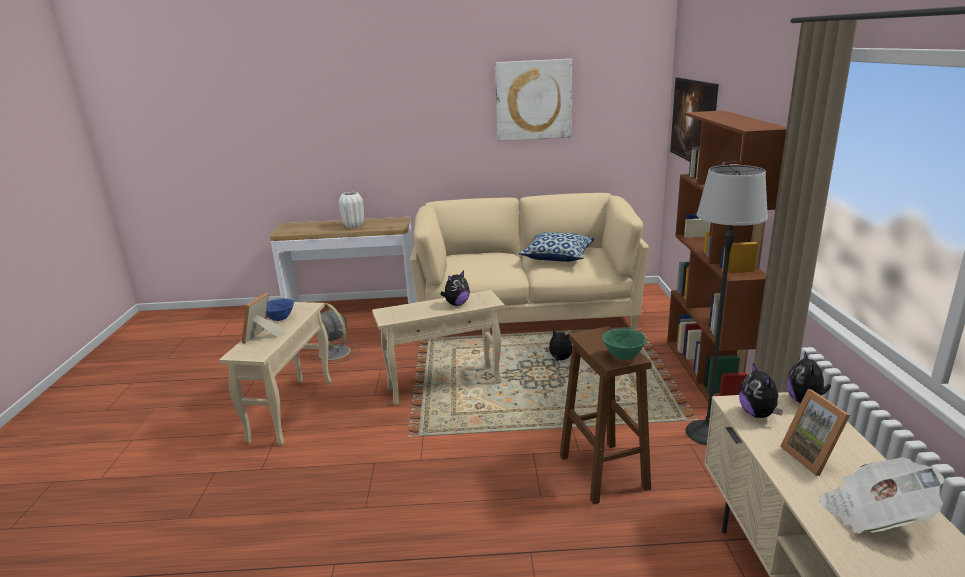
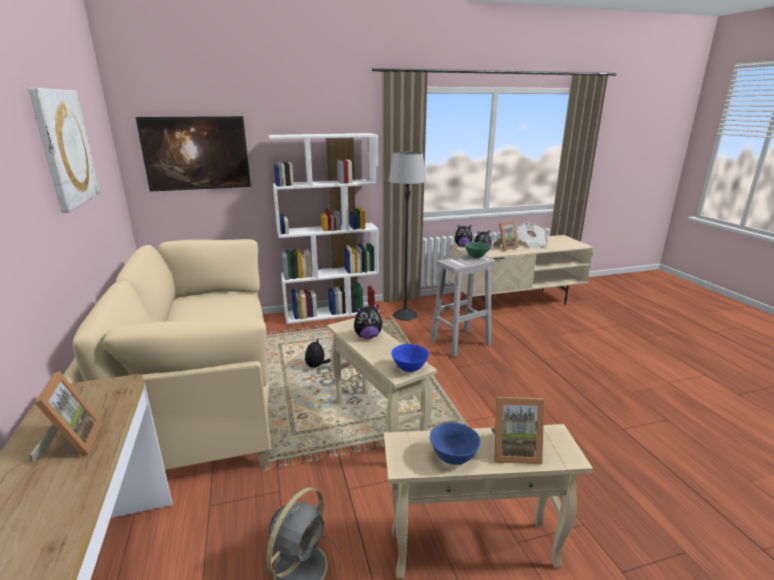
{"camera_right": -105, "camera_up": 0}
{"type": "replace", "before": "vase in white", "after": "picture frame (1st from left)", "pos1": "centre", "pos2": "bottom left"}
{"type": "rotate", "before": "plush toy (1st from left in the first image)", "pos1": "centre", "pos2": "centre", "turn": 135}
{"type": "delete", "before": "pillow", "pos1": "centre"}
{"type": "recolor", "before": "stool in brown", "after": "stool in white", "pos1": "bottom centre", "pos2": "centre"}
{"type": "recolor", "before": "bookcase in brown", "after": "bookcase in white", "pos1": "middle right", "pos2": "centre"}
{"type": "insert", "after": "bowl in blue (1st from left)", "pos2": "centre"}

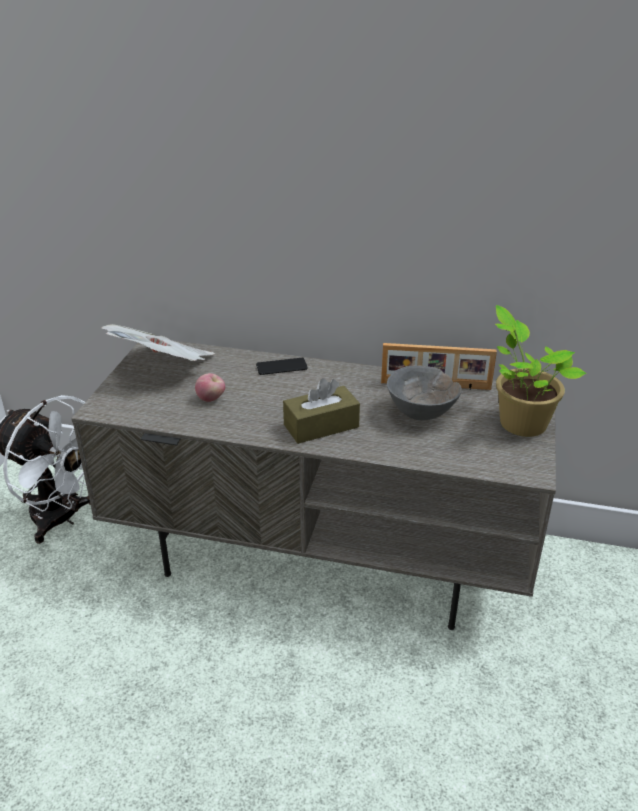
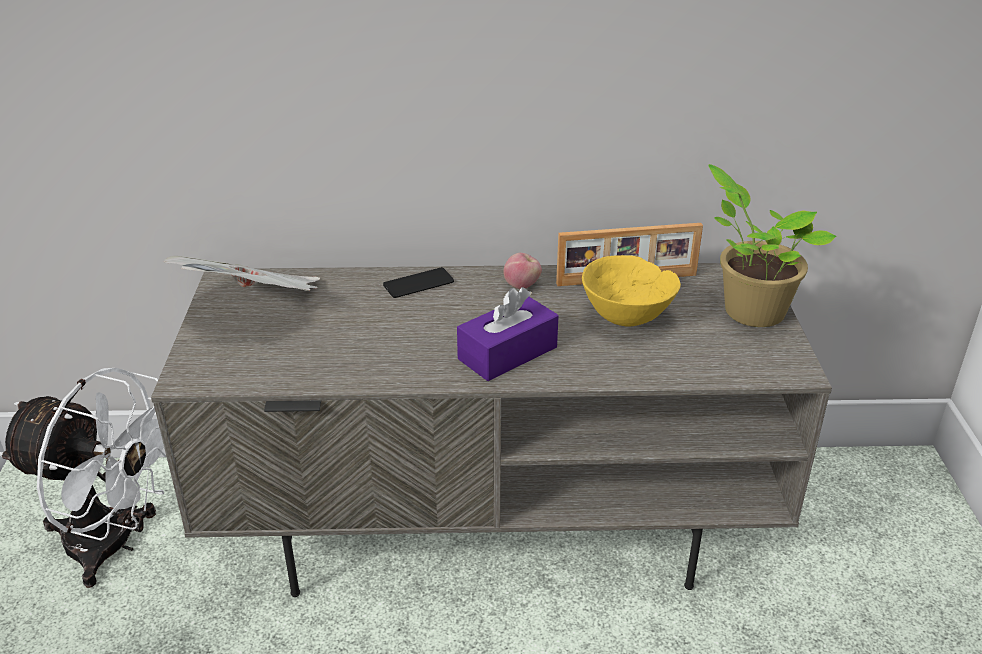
{"camera_right": -15, "camera_up": 0}
{"type": "move", "before": "apple", "pos1": "middle left", "pos2": "centre"}
{"type": "recolor", "before": "tissue box in brown", "after": "tissue box in purple", "pos1": "centre", "pos2": "centre"}
{"type": "recolor", "before": "bowl in grey", "after": "bowl in yellow", "pos1": "centre", "pos2": "centre"}

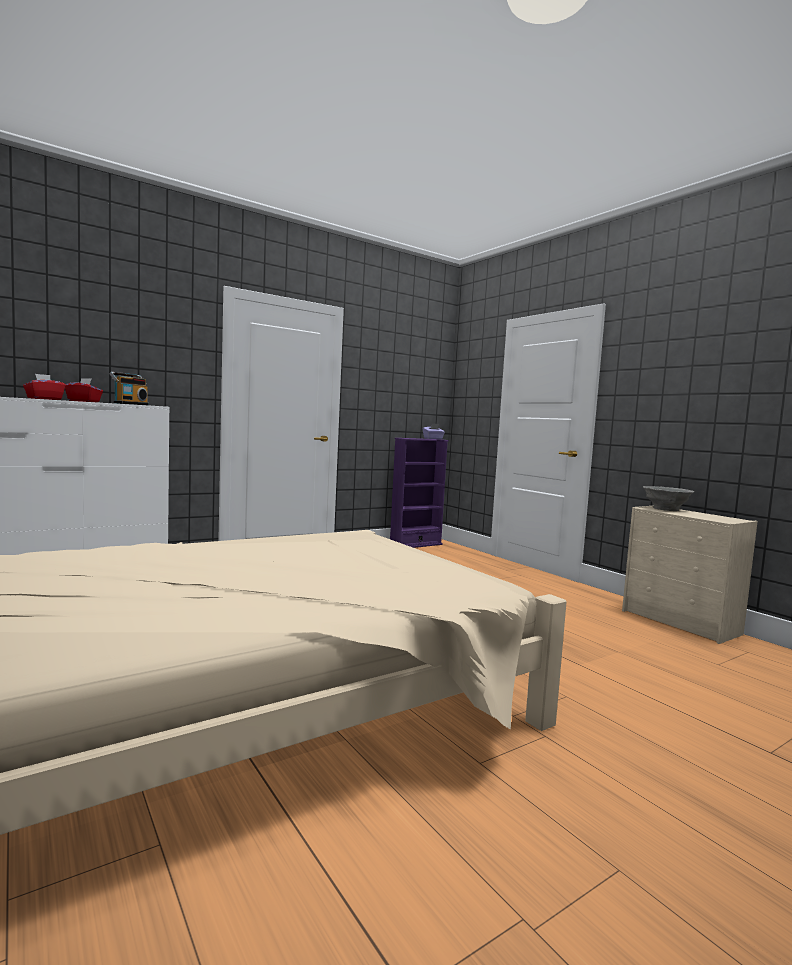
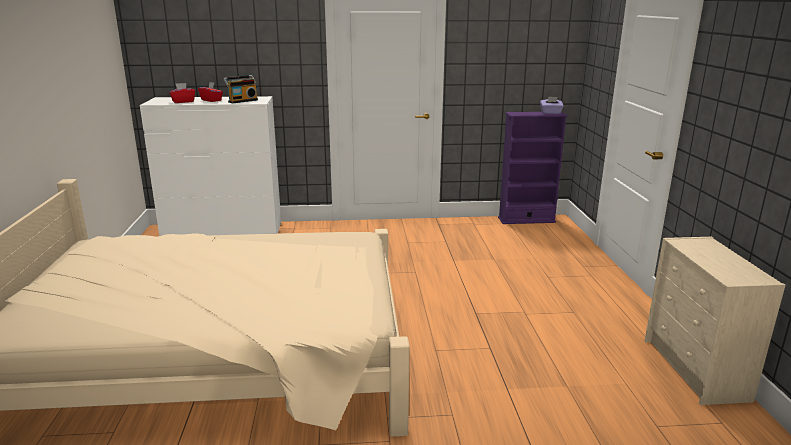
{"camera_right": 30, "camera_up": 15}
{"type": "delete", "before": "bowl in grey", "pos1": "middle right"}

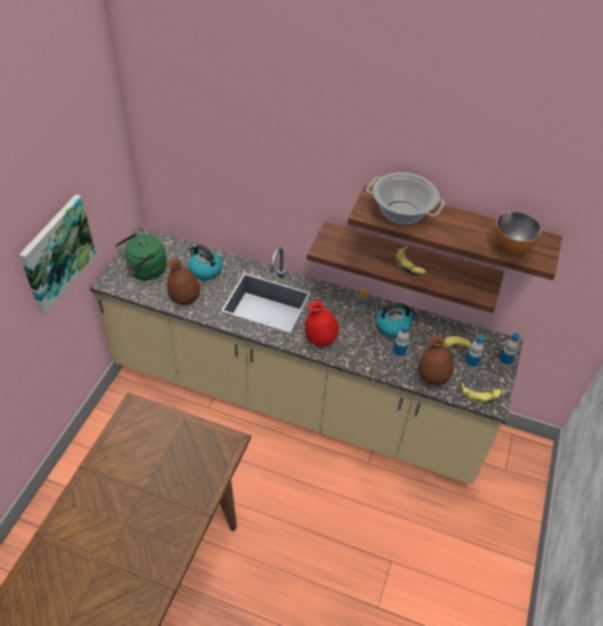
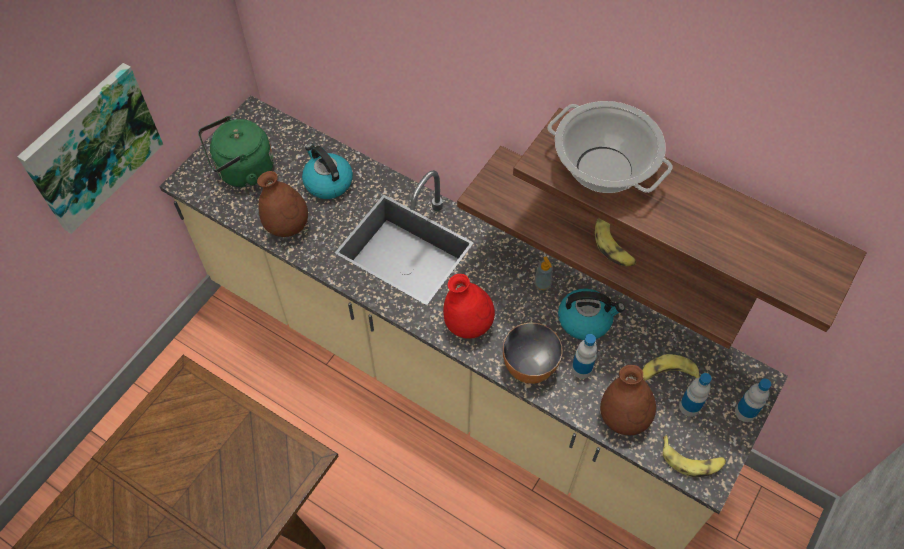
{"camera_right": 15, "camera_up": 10}
{"type": "move", "before": "bowl", "pos1": "middle right", "pos2": "centre"}

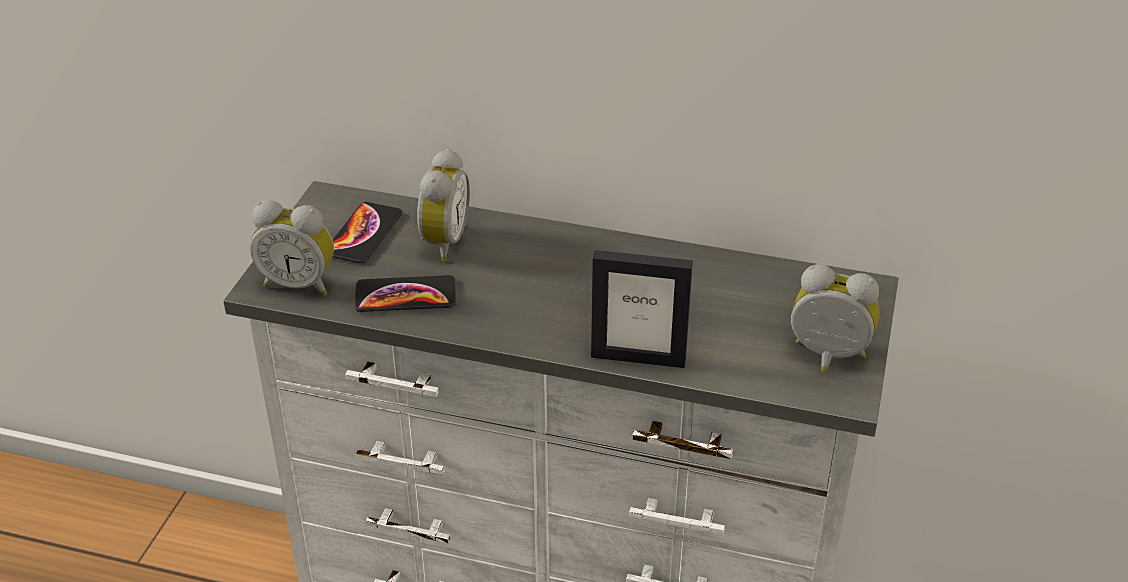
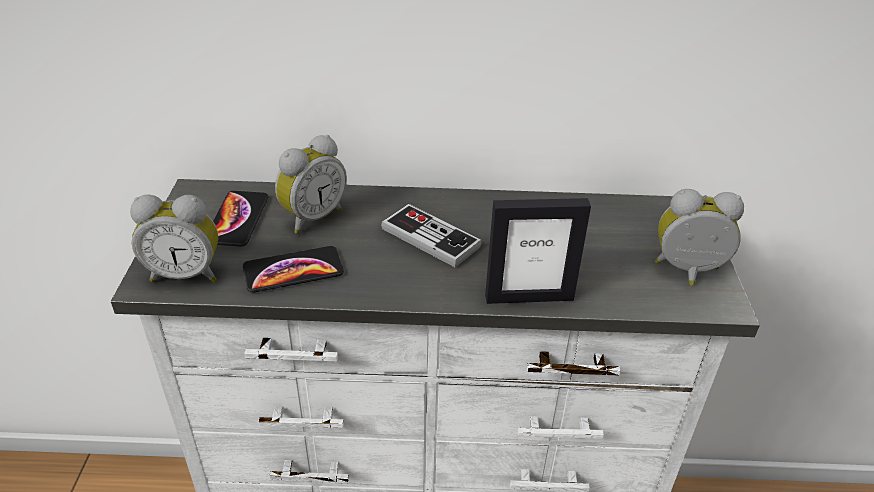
{"camera_right": -15, "camera_up": 0}
{"type": "rotate", "before": "alarm clock (2nd from left)", "pos1": "centre", "pos2": "centre", "turn": 45}
{"type": "insert", "after": "game controller", "pos2": "centre"}

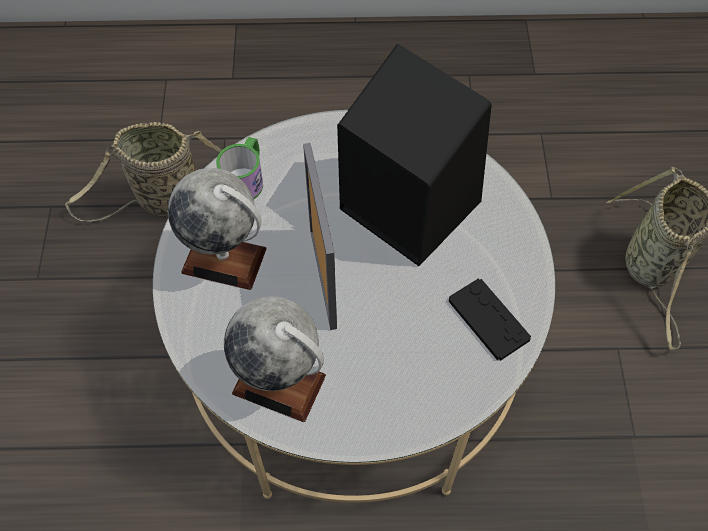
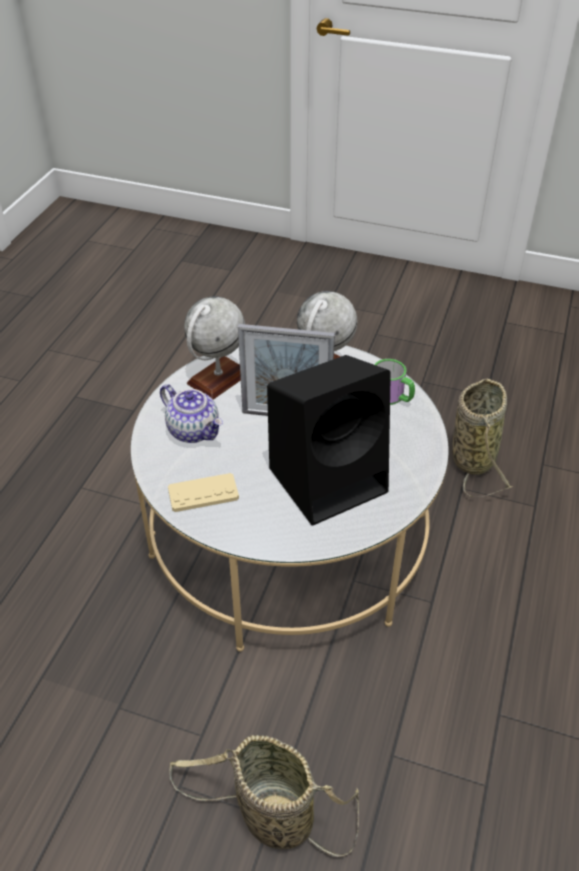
{"camera_right": 110, "camera_up": -15}
{"type": "recolor", "before": "game controller in black", "after": "game controller in beige", "pos1": "middle right", "pos2": "centre"}
{"type": "insert", "after": "teapot", "pos2": "middle left"}

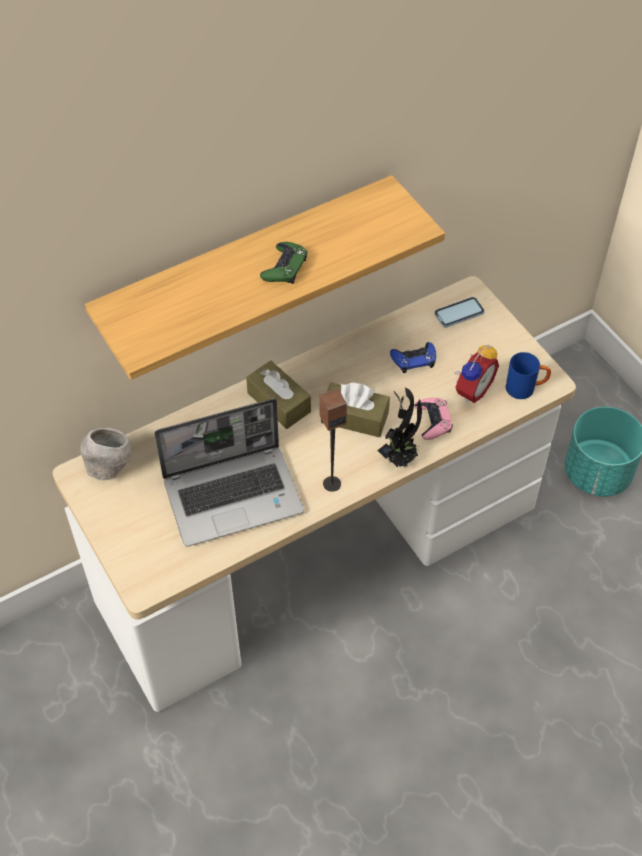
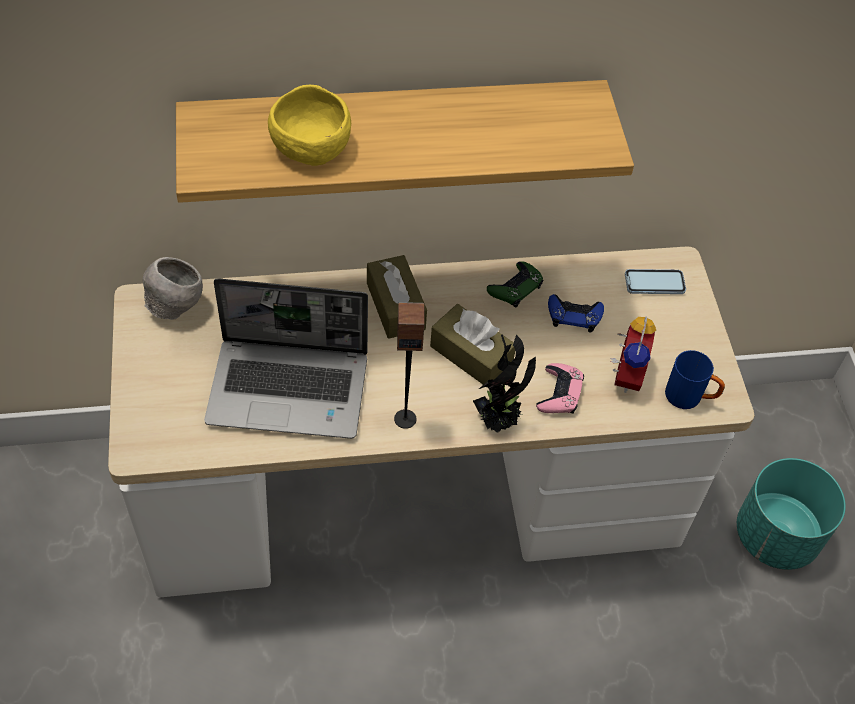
{"camera_right": 20, "camera_up": 0}
{"type": "move", "before": "game controller in green", "pos1": "top centre", "pos2": "centre"}
{"type": "rotate", "before": "alarm clock", "pos1": "middle right", "pos2": "middle right", "turn": -45}
{"type": "insert", "after": "bowl in yellow", "pos2": "top centre"}

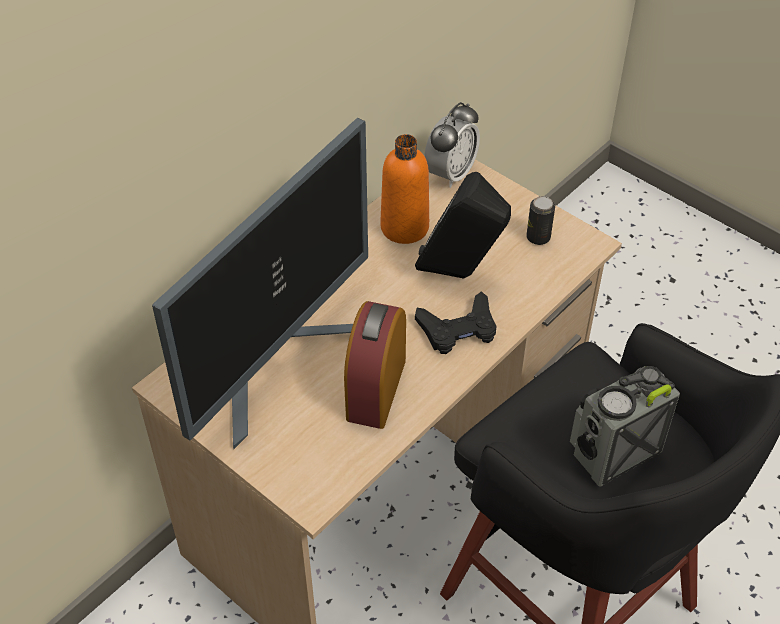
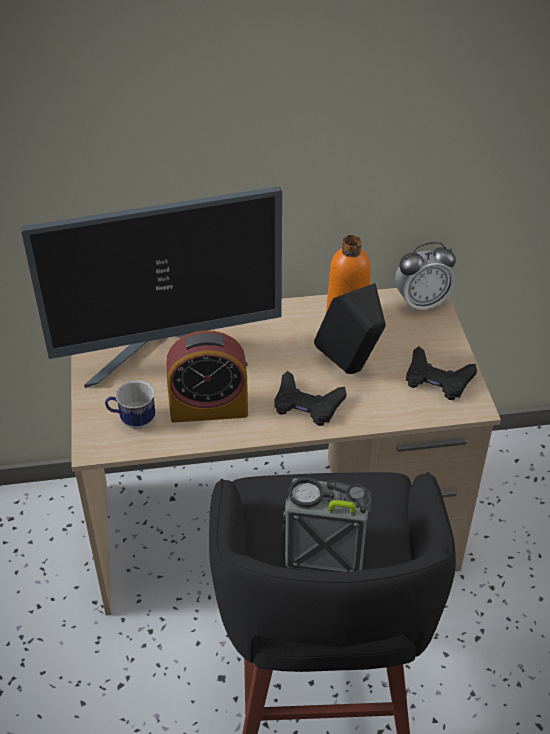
{"camera_right": 40, "camera_up": -5}
{"type": "rotate", "before": "alarm clock (1st from left)", "pos1": "centre", "pos2": "centre", "turn": -150}
{"type": "replace", "before": "can", "after": "game controller in black (2nd from left)", "pos1": "middle right", "pos2": "middle right"}
{"type": "insert", "after": "mug", "pos2": "middle left"}

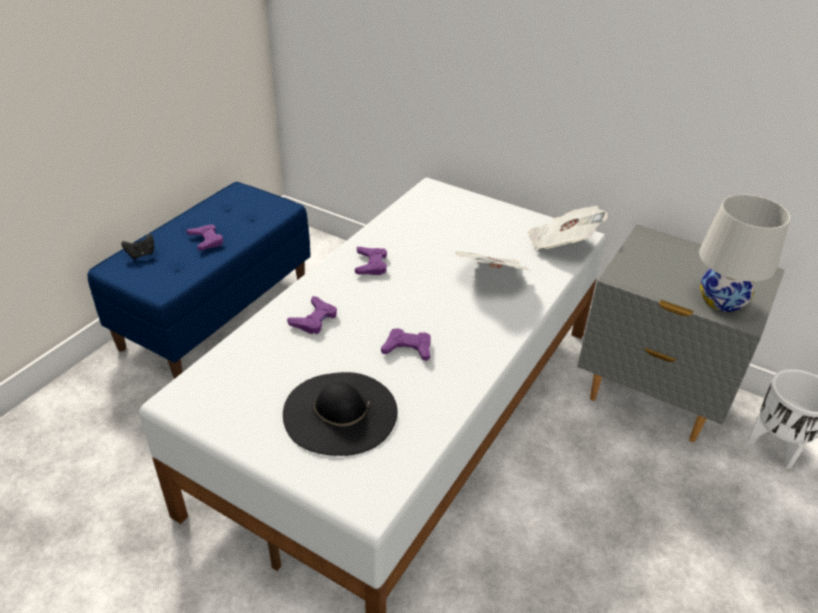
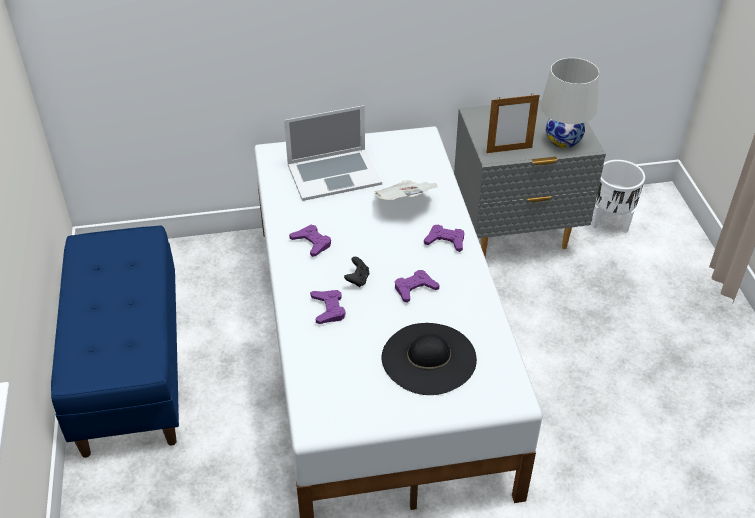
{"camera_right": -40, "camera_up": 5}
{"type": "move", "before": "game controller in black", "pos1": "middle left", "pos2": "centre"}
{"type": "move", "before": "game controller in purple (1st from left in the first image)", "after": "game controller in purple (4th from left)", "pos1": "middle left", "pos2": "centre"}
{"type": "delete", "before": "newspaper (2nd from left)", "pos1": "middle right"}
{"type": "insert", "after": "laptop", "pos2": "top centre"}
{"type": "insert", "after": "picture frame", "pos2": "top right"}

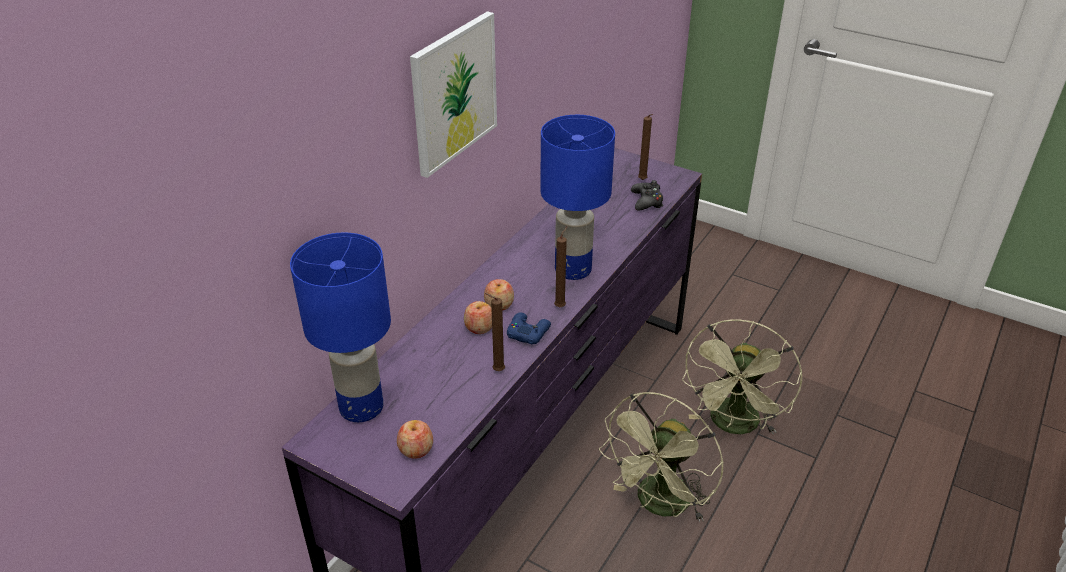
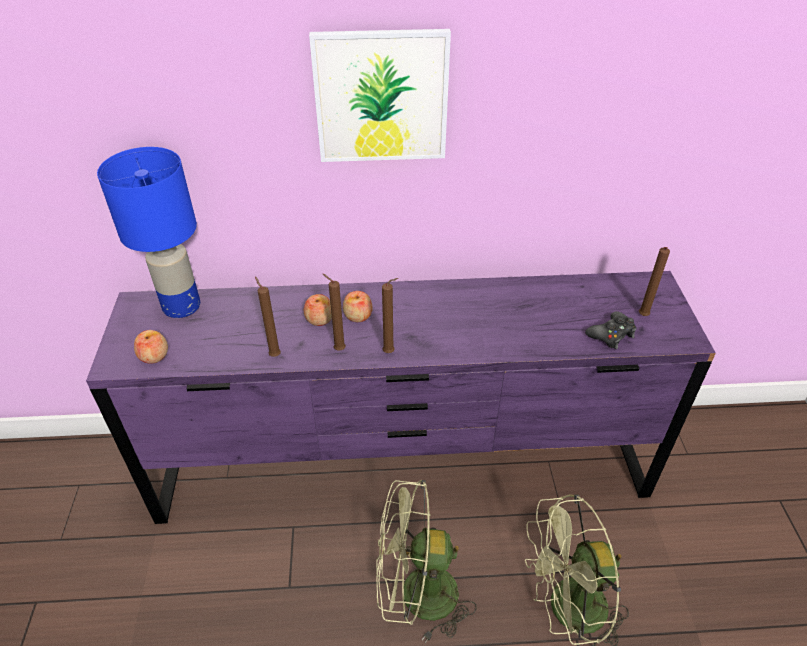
{"camera_right": 55, "camera_up": 5}
{"type": "replace", "before": "game controller in blue", "after": "candle in brown (2nd from left)", "pos1": "centre", "pos2": "centre"}
{"type": "delete", "before": "table lamp in blue (2nd from left)", "pos1": "centre"}

